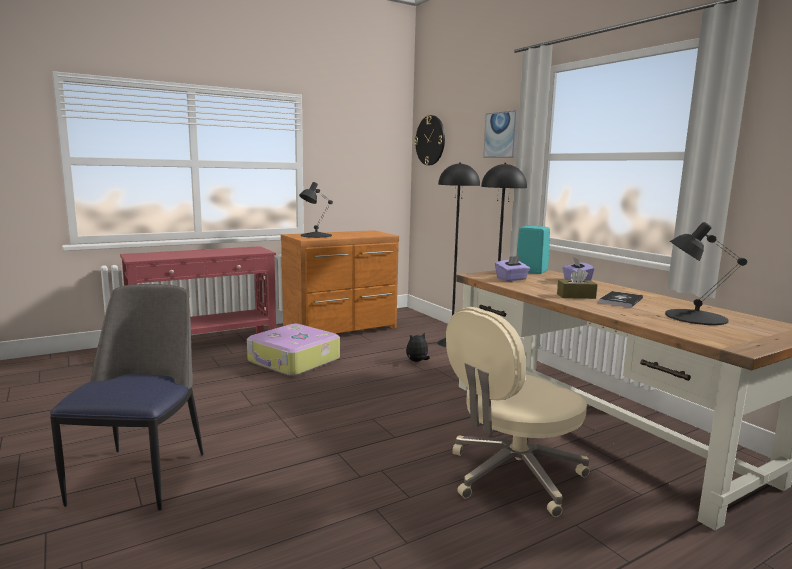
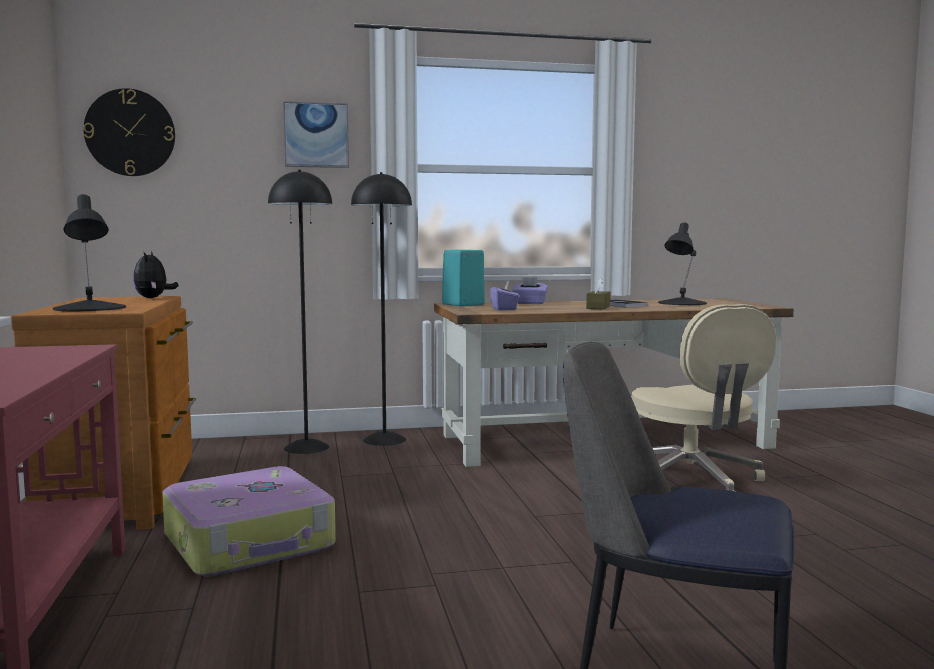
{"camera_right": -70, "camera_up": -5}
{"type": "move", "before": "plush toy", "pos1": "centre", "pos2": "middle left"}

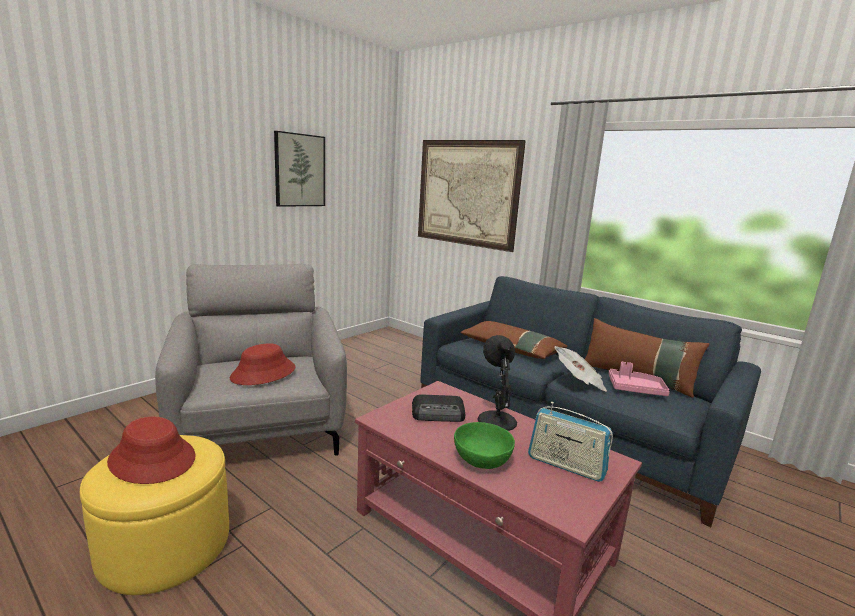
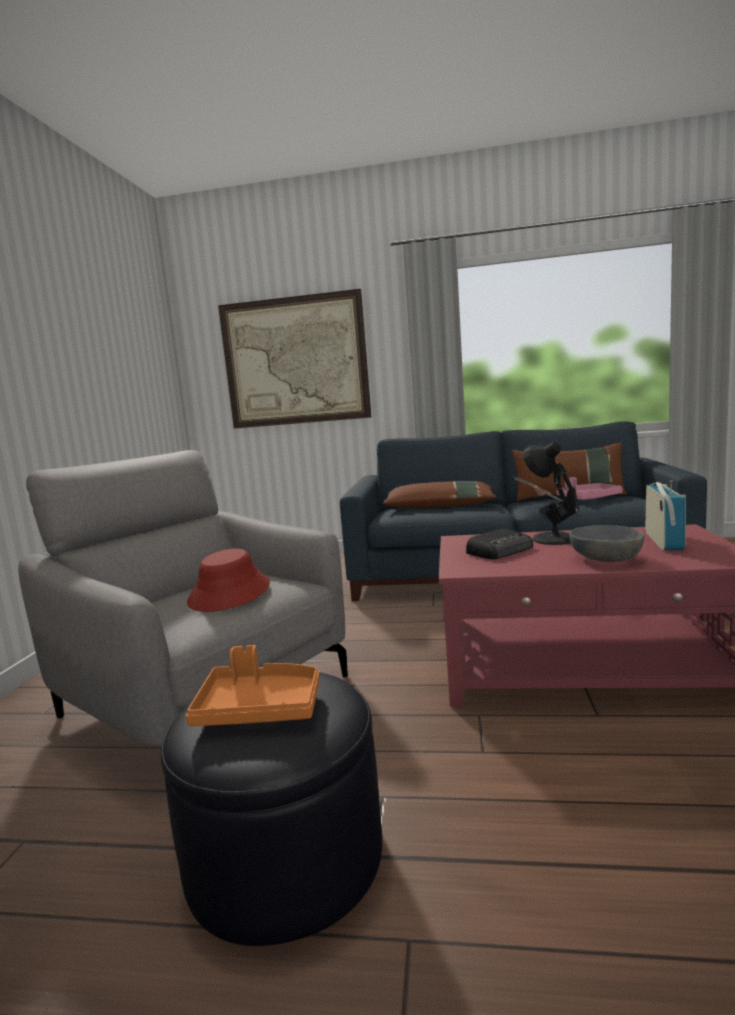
{"camera_right": -30, "camera_up": -5}
{"type": "recolor", "before": "ottoman in yellow", "after": "ottoman in black", "pos1": "bottom left", "pos2": "bottom centre"}
{"type": "replace", "before": "hat in red (1st from left)", "after": "tray in orange", "pos1": "bottom left", "pos2": "bottom centre"}
{"type": "delete", "before": "picture (1st from left)", "pos1": "top centre"}
{"type": "recolor", "before": "bowl in green", "after": "bowl in grey", "pos1": "bottom centre", "pos2": "middle right"}
{"type": "rotate", "before": "radio (2nd from left)", "pos1": "bottom right", "pos2": "middle right", "turn": -75}

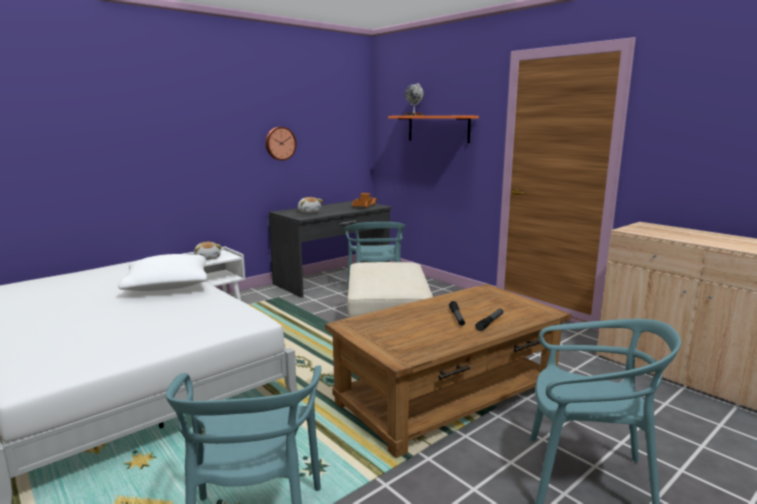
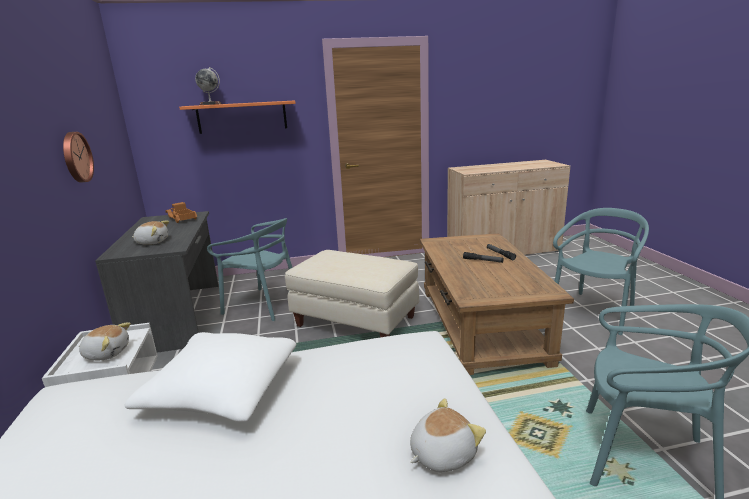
{"camera_right": -60, "camera_up": 5}
{"type": "insert", "after": "plush toy (3rd from left)", "pos2": "bottom centre"}

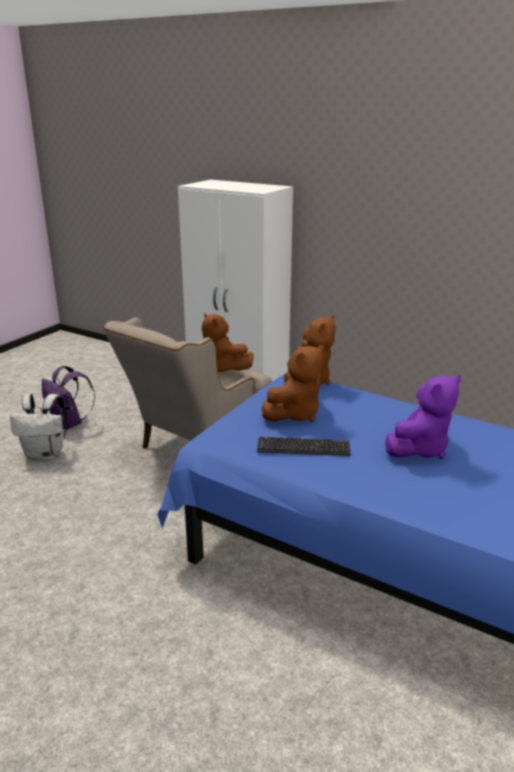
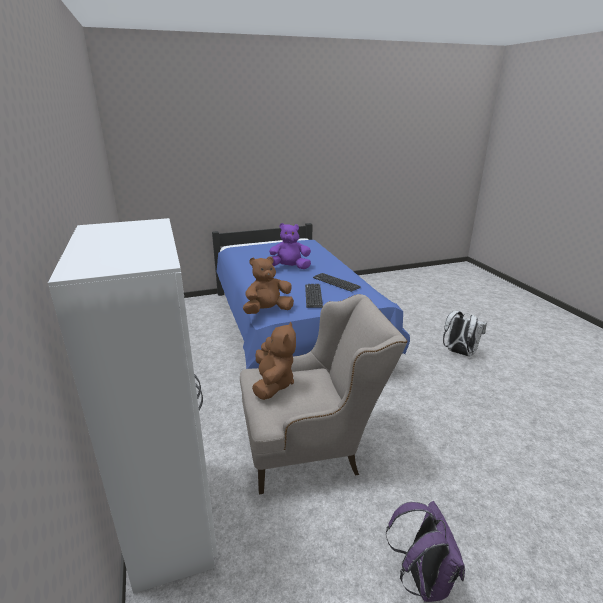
{"camera_right": -140, "camera_up": 0}
{"type": "move", "before": "backpack in white", "pos1": "middle left", "pos2": "middle right"}
{"type": "replace", "before": "plush toy in brown (2nd from left)", "after": "keyboard (1st from left)", "pos1": "centre", "pos2": "centre"}

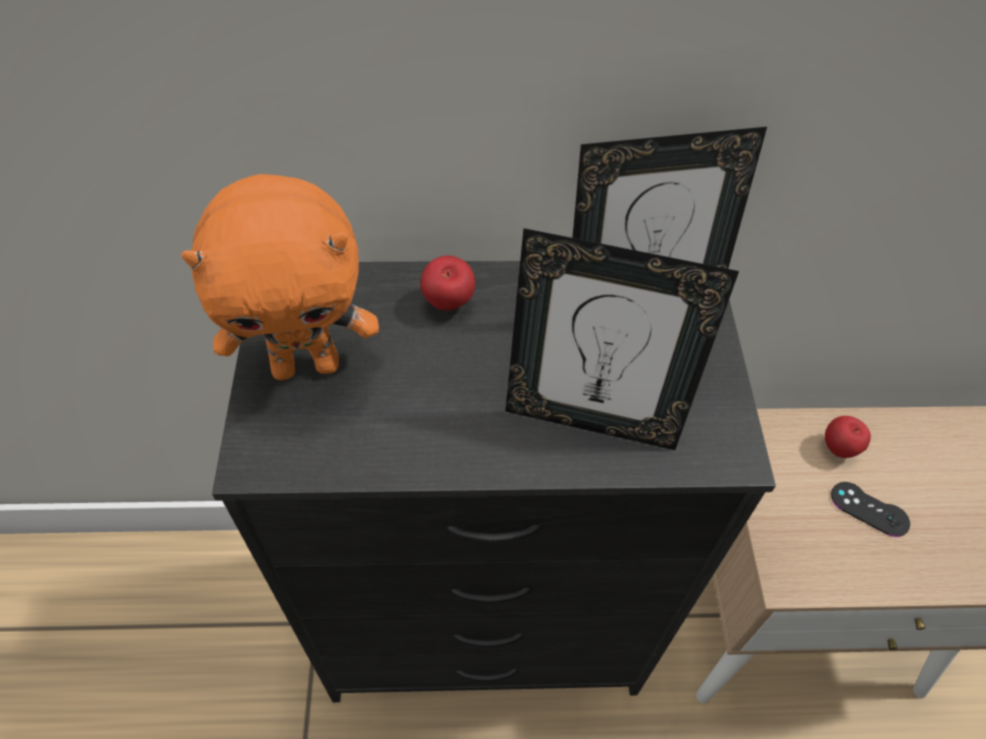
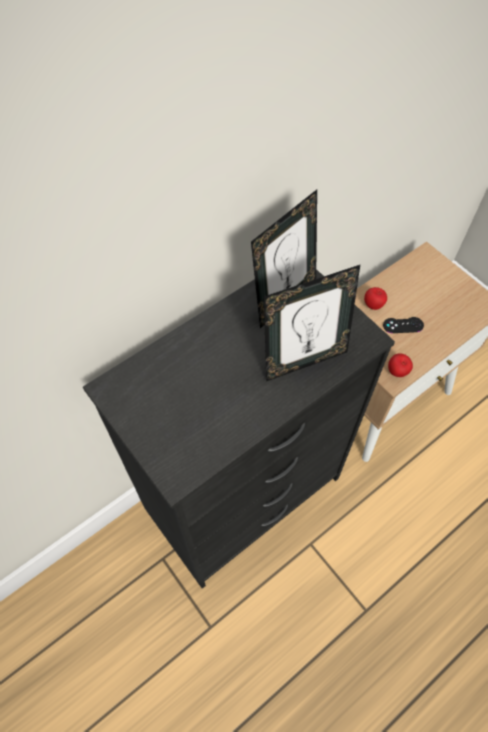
{"camera_right": -35, "camera_up": 5}
{"type": "delete", "before": "plush toy in orange", "pos1": "middle left"}
{"type": "move", "before": "apple (1st from left in the first image)", "after": "apple (2nd from left)", "pos1": "centre", "pos2": "middle right"}

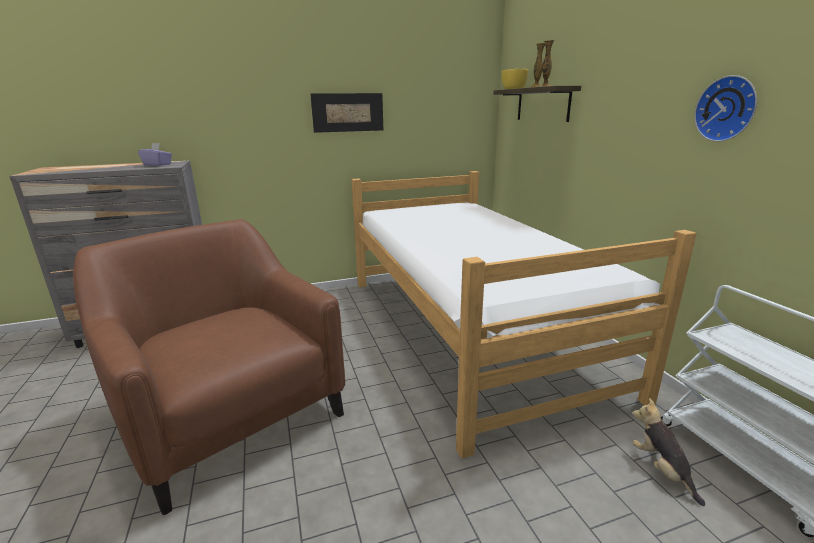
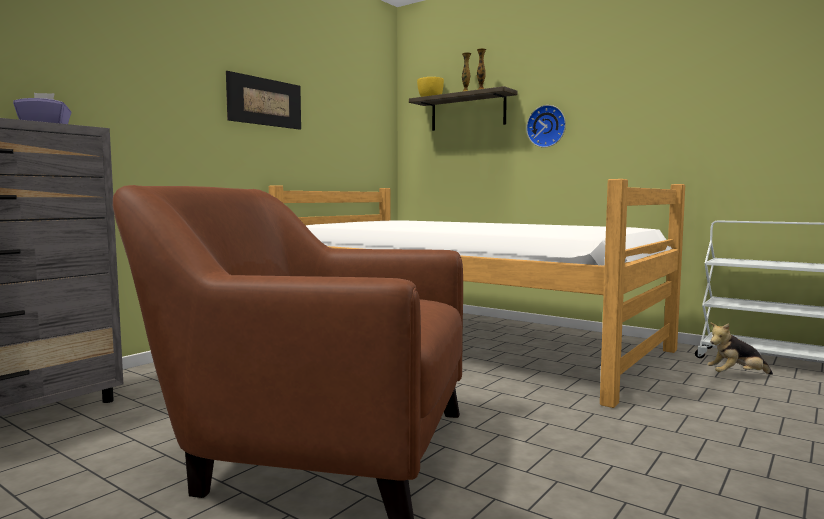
{"camera_right": -35, "camera_up": -15}
{"type": "rotate", "before": "plush toy", "pos1": "bottom right", "pos2": "bottom right", "turn": -45}
{"type": "move", "before": "wall clock", "pos1": "top right", "pos2": "top centre"}

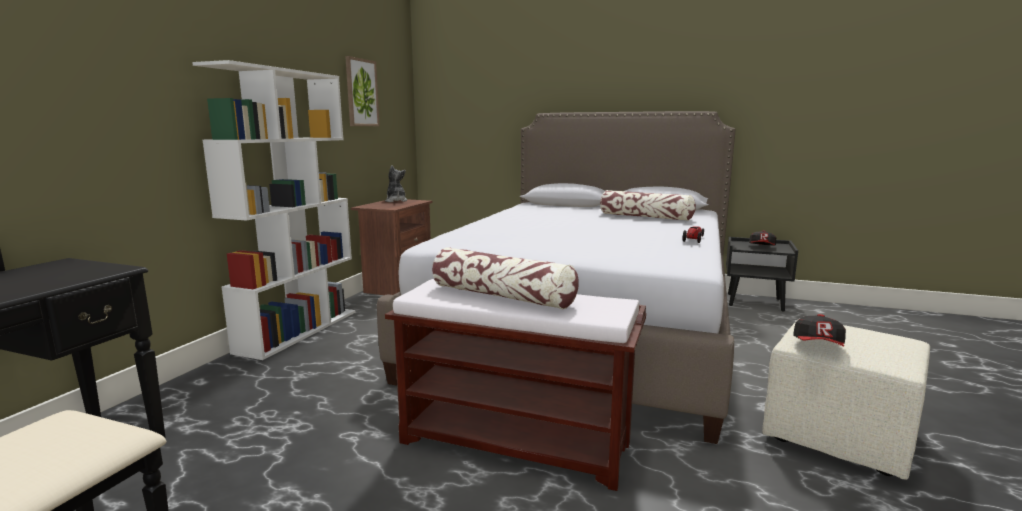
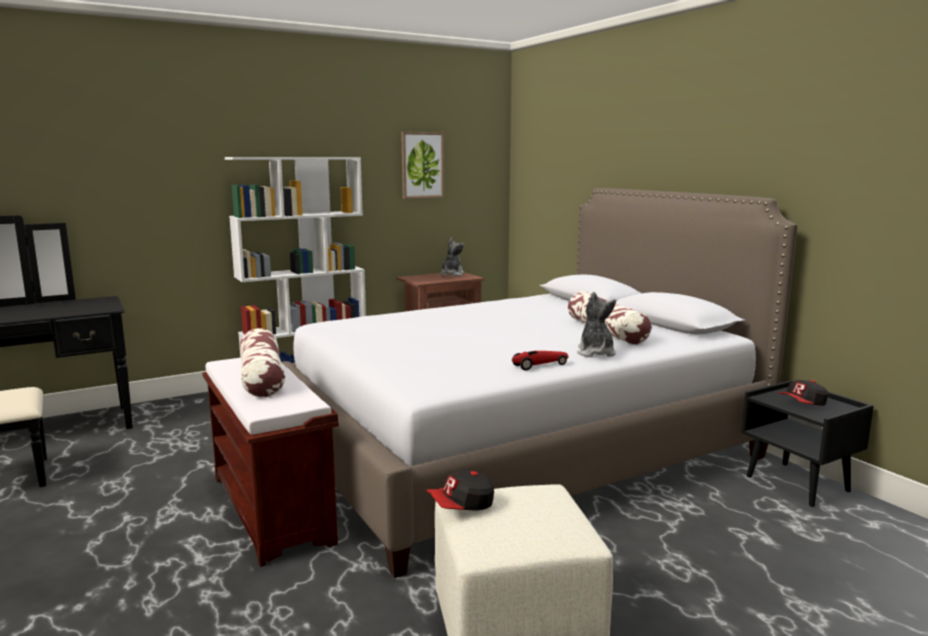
{"camera_right": 40, "camera_up": 0}
{"type": "insert", "after": "plush toy (2nd from left)", "pos2": "centre"}

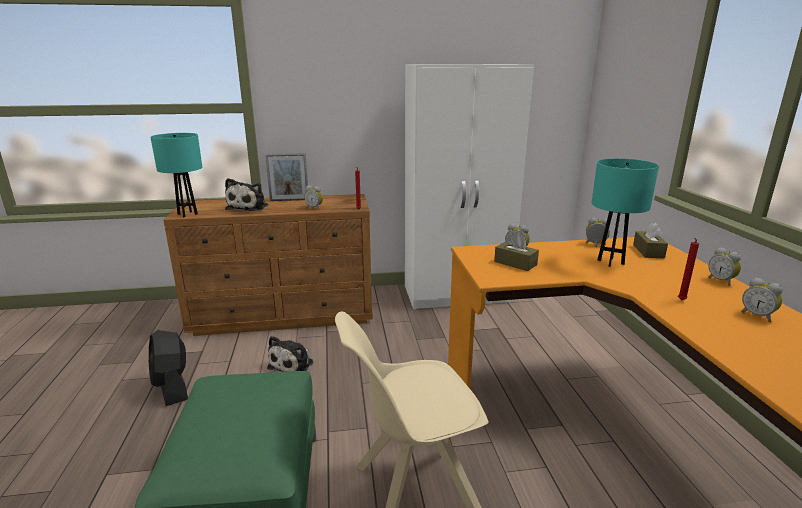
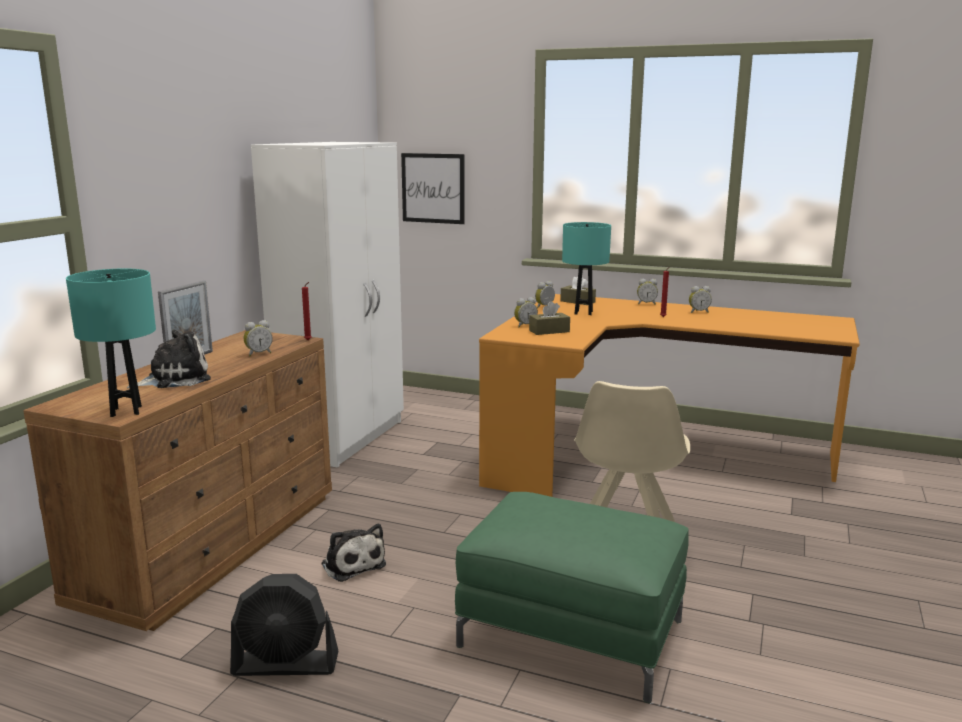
{"camera_right": -60, "camera_up": -5}
{"type": "rotate", "before": "plush toy (1st from left)", "pos1": "middle left", "pos2": "middle left", "turn": -75}
{"type": "insert", "after": "picture", "pos2": "top centre"}

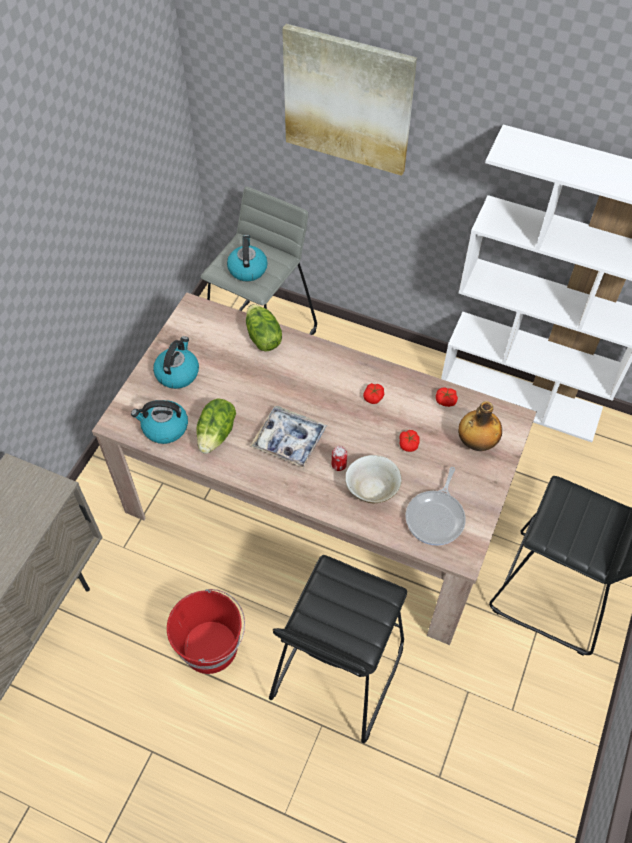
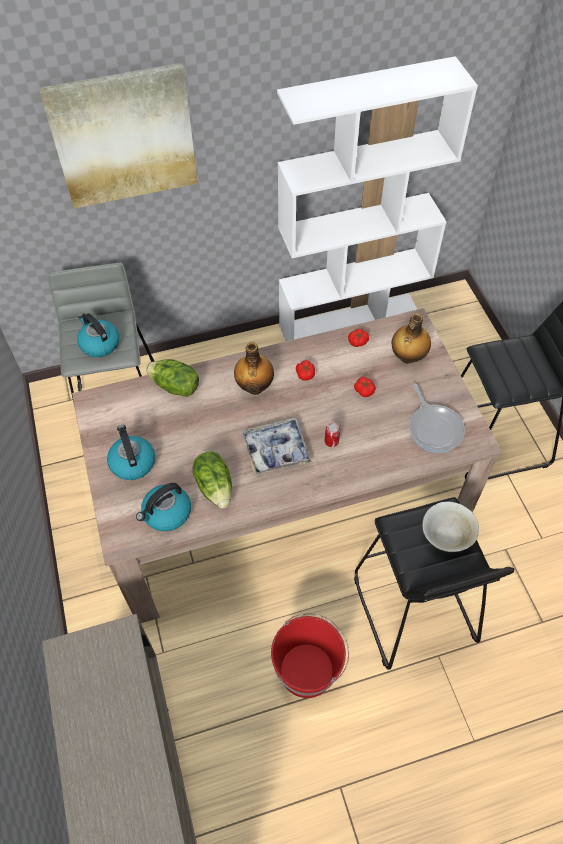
{"camera_right": -40, "camera_up": 0}
{"type": "move", "before": "bowl in beige", "pos1": "centre", "pos2": "middle right"}
{"type": "insert", "after": "bottle (1st from left)", "pos2": "centre"}

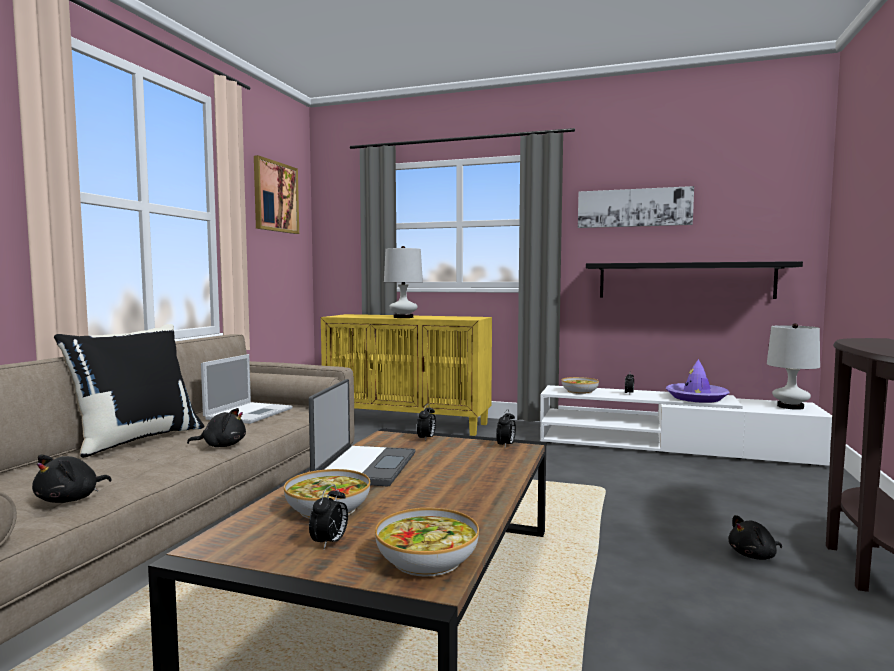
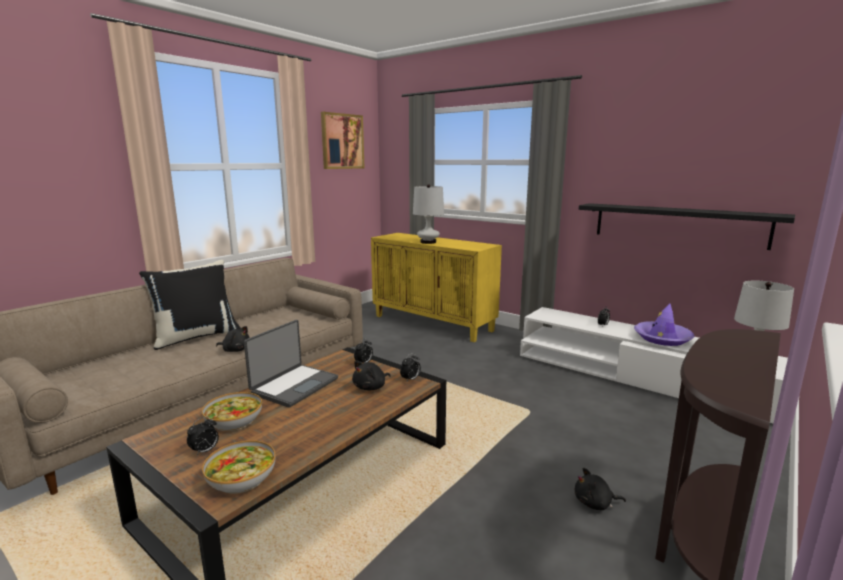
{"camera_right": 20, "camera_up": 10}
{"type": "move", "before": "plush toy in black (1st from left in the first image)", "after": "plush toy in black (2nd from left)", "pos1": "bottom left", "pos2": "centre"}
{"type": "delete", "before": "laptop (1st from left)", "pos1": "middle left"}
{"type": "delete", "before": "bowl (3rd from left)", "pos1": "centre"}
{"type": "delete", "before": "picture (2nd from left)", "pos1": "top right"}

